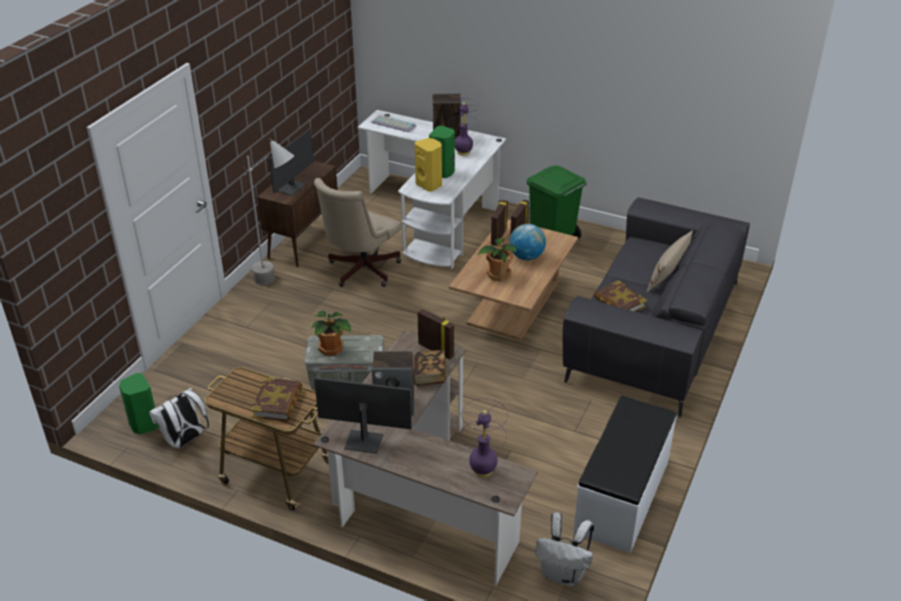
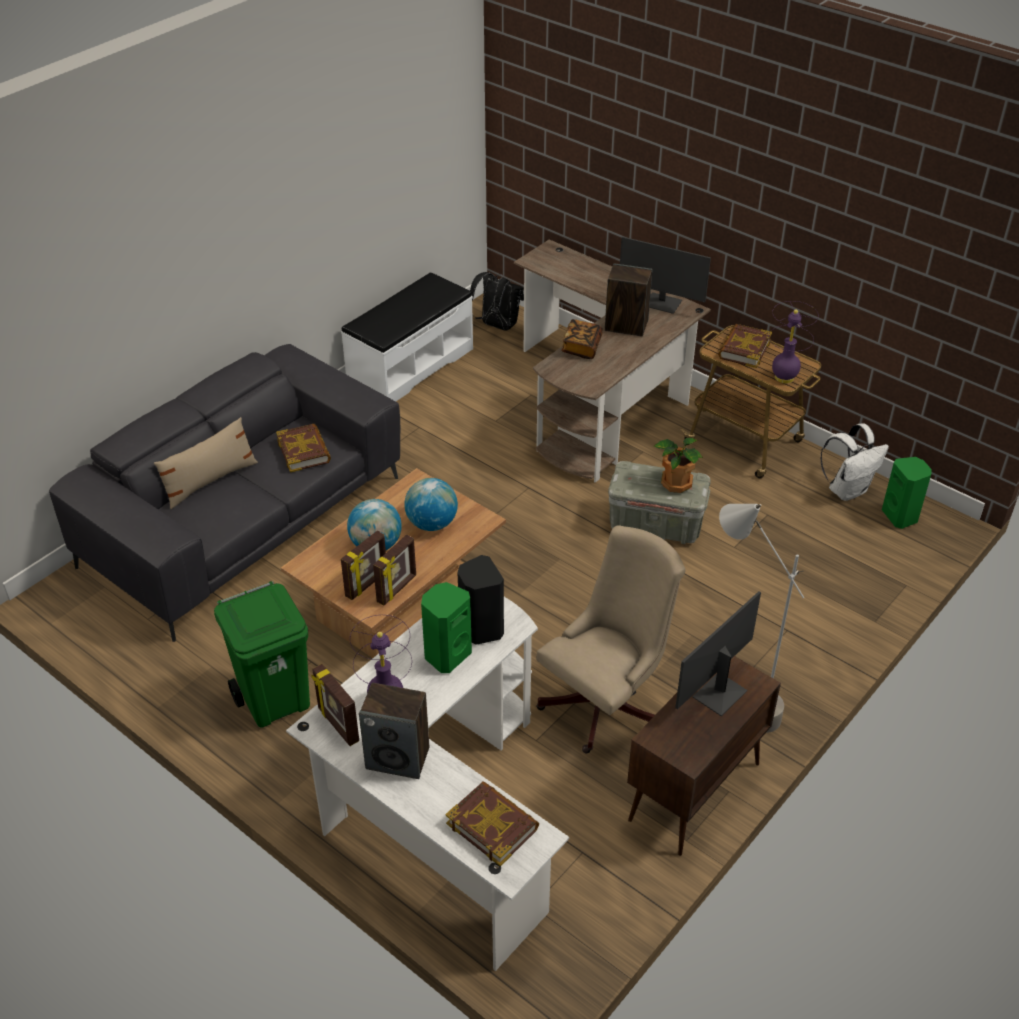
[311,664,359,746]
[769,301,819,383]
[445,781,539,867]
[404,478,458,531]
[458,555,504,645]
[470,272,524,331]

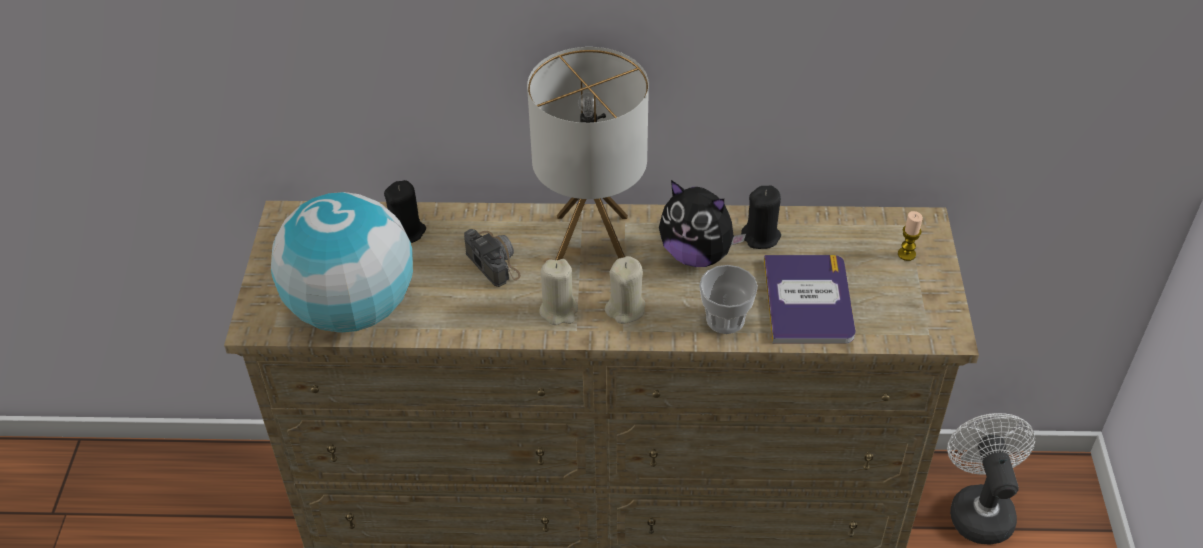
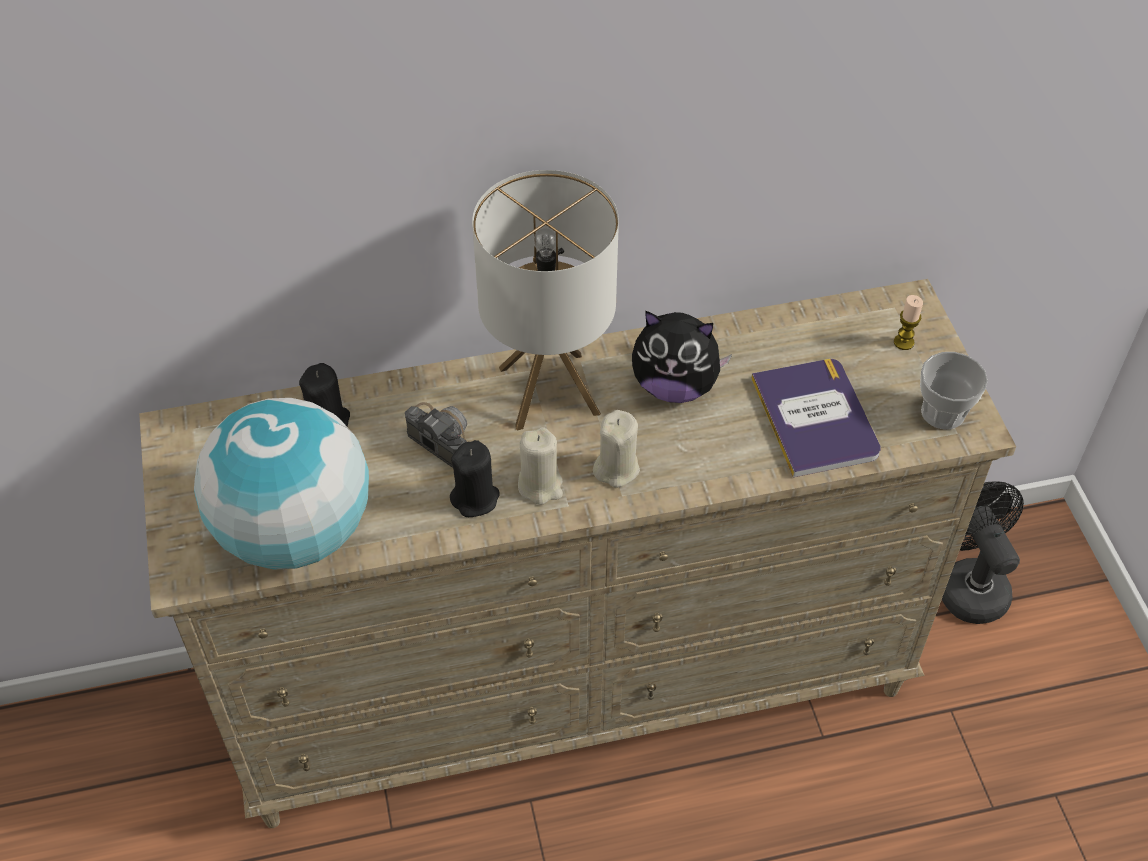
[920,352,988,429]
[450,440,500,517]
[942,481,1024,624]

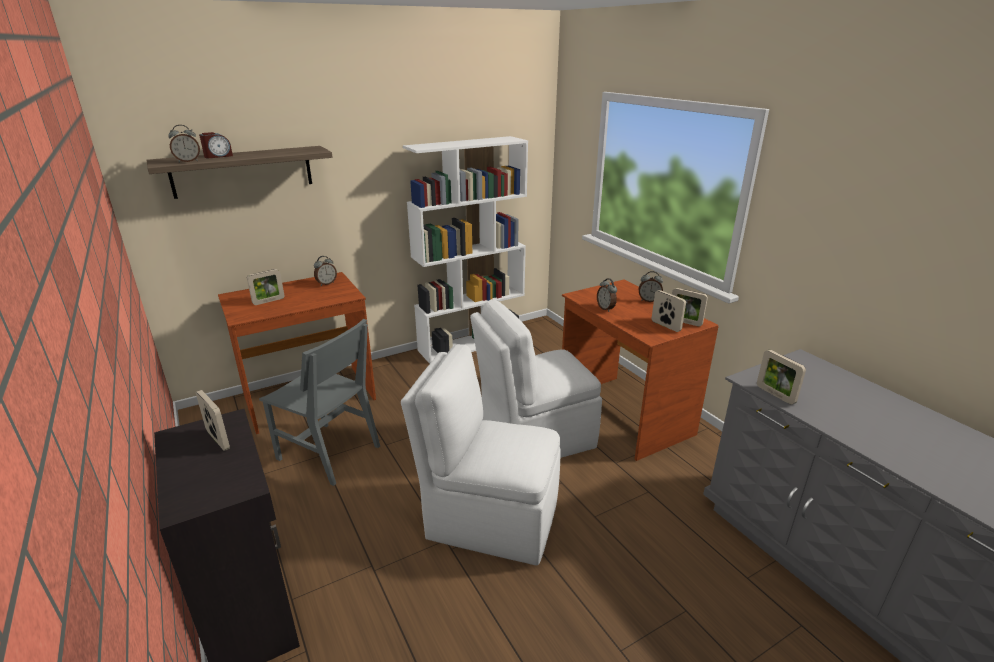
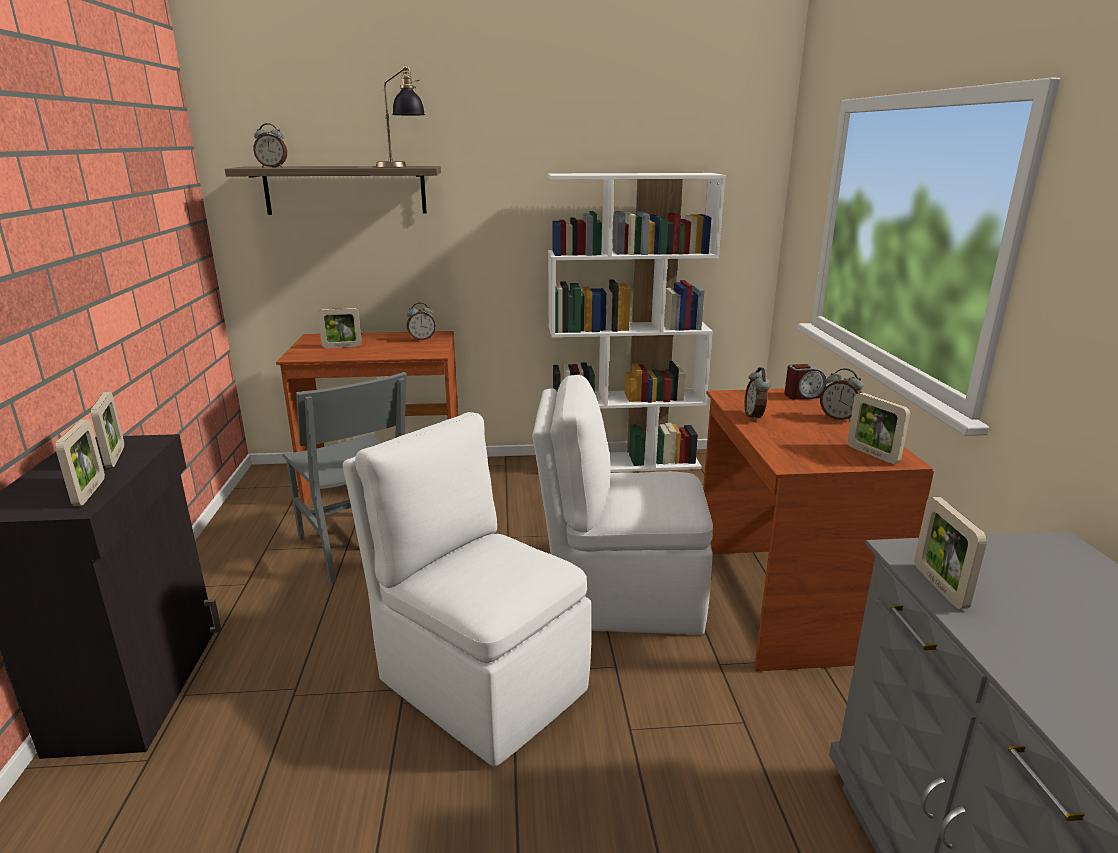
[376,65,425,167]
[784,364,826,400]
[55,419,105,506]

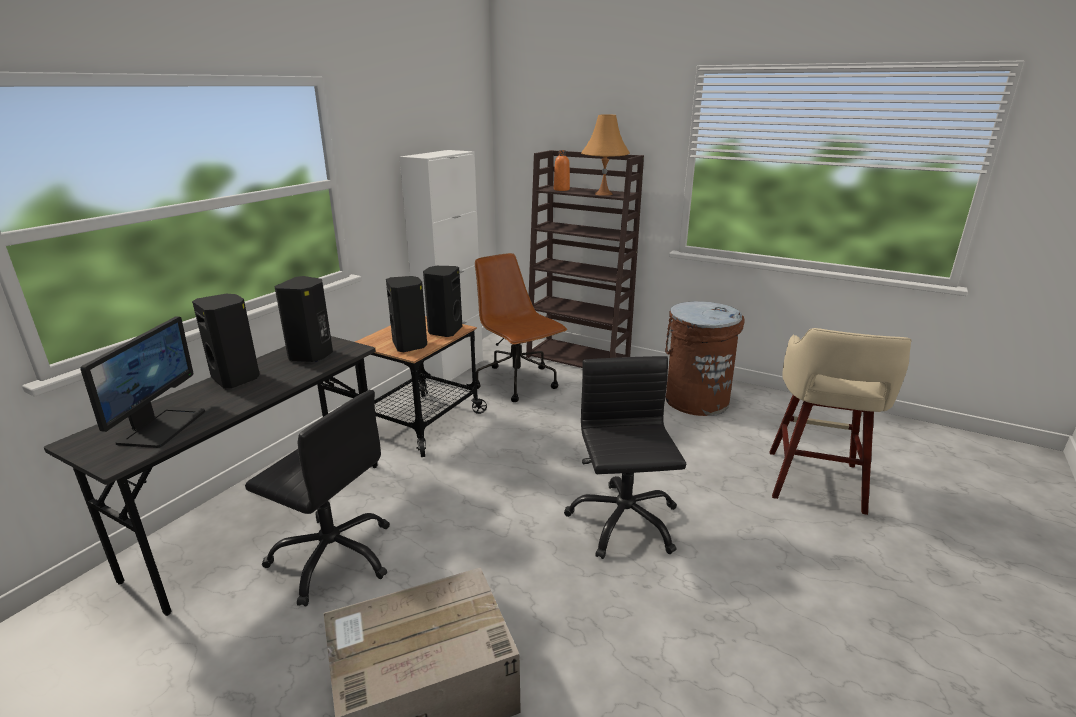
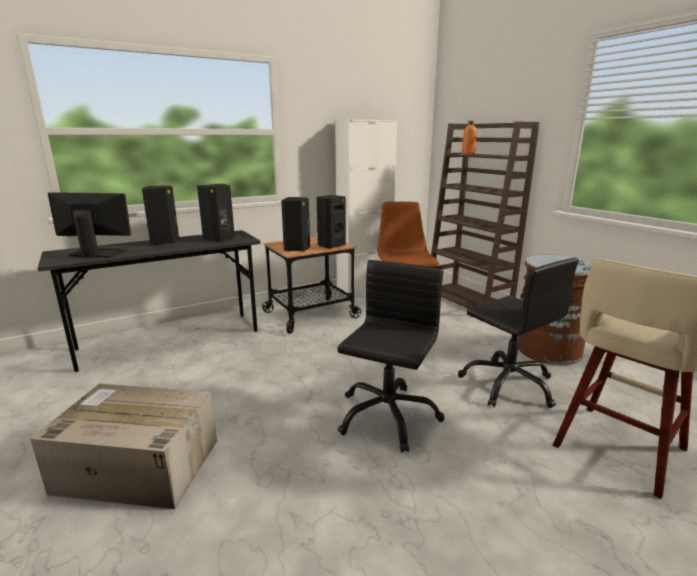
[581,114,630,196] (first image)
[458,258,579,408]
[48,192,131,258]

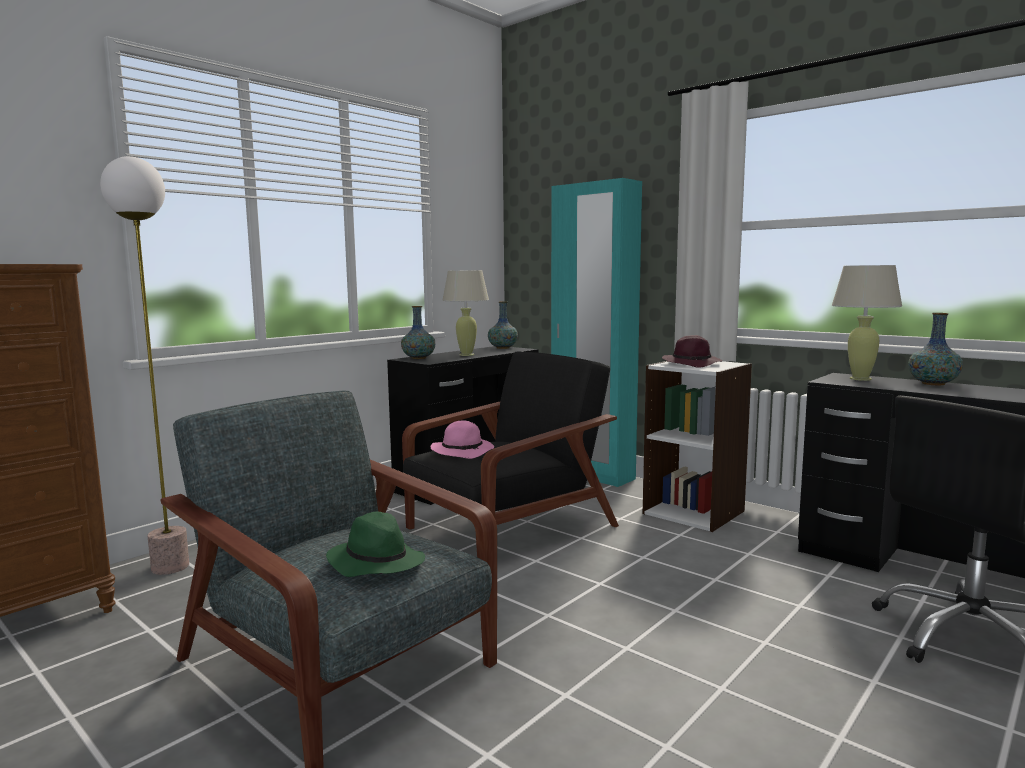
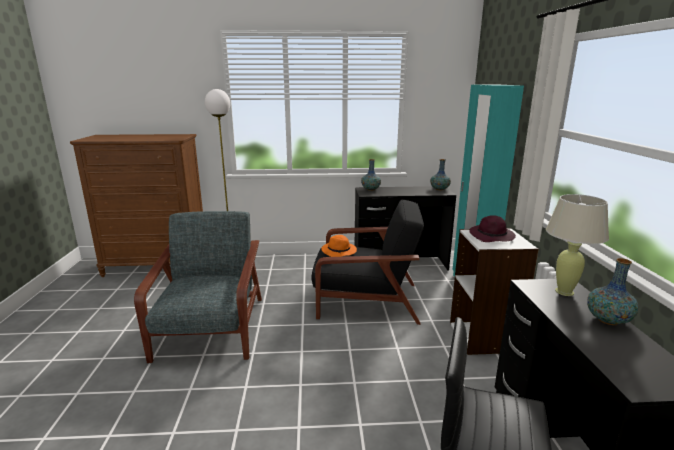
[326,511,425,577] (first image)
[442,270,489,356] (first image)
[321,235,357,257]

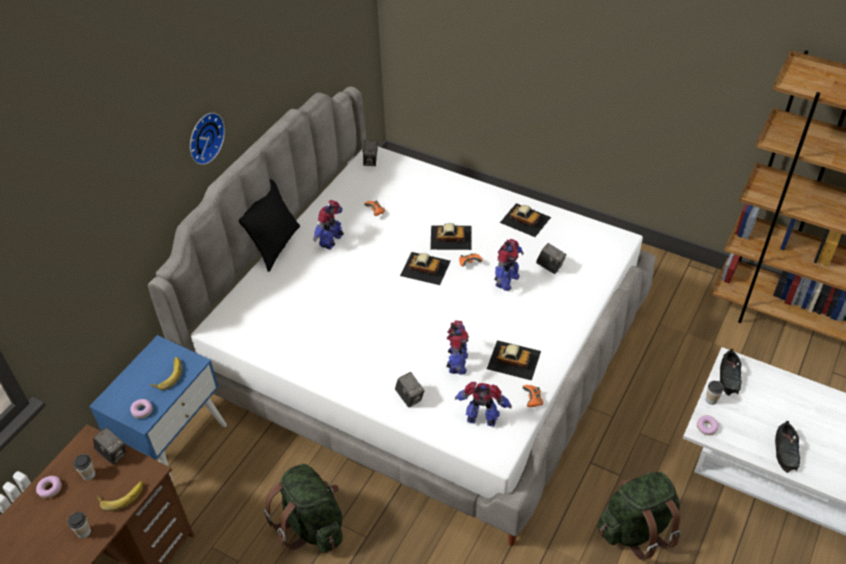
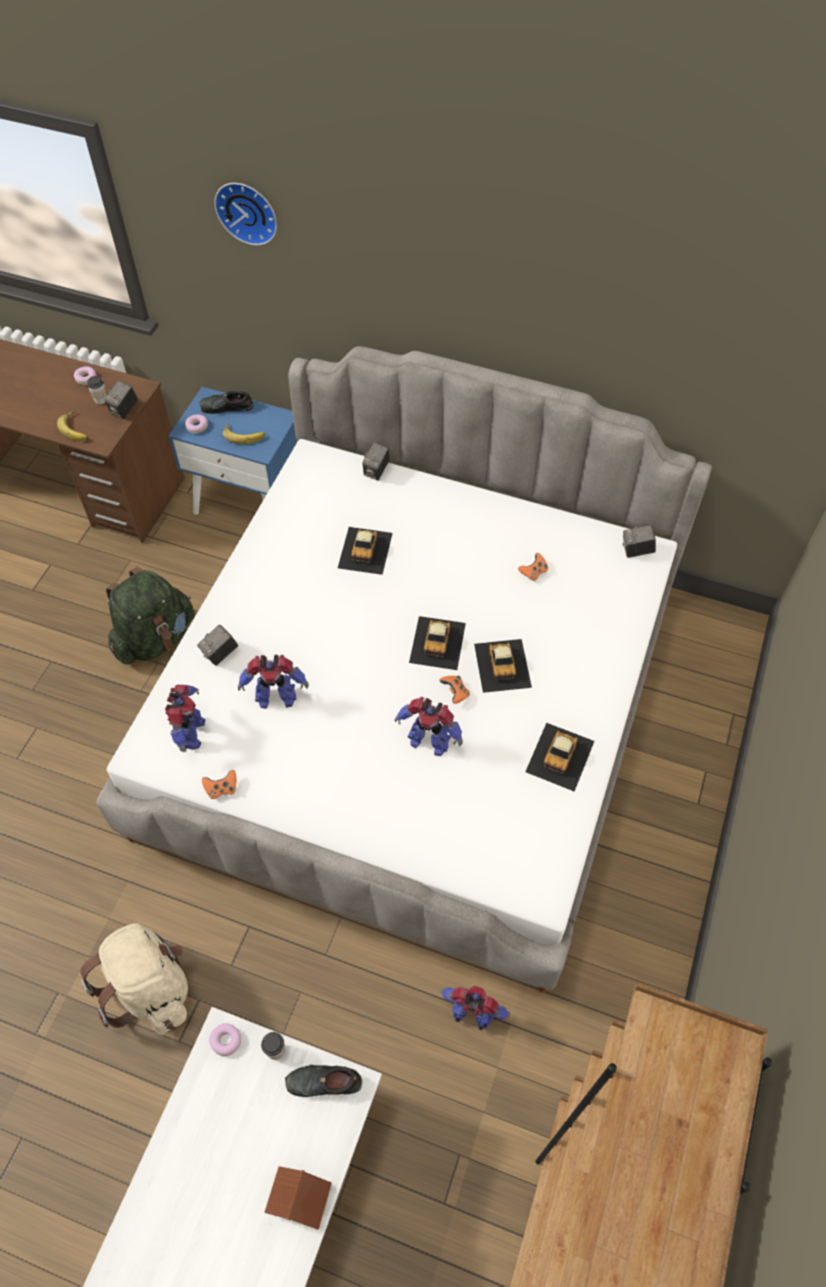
[67,512,91,539] (first image)
[239,179,300,272] (first image)
[264,1166,332,1230]
[214,183,277,245]
[441,986,510,1031]
[338,527,393,575]
[363,442,390,480]
[200,391,254,414]
[80,923,188,1035]

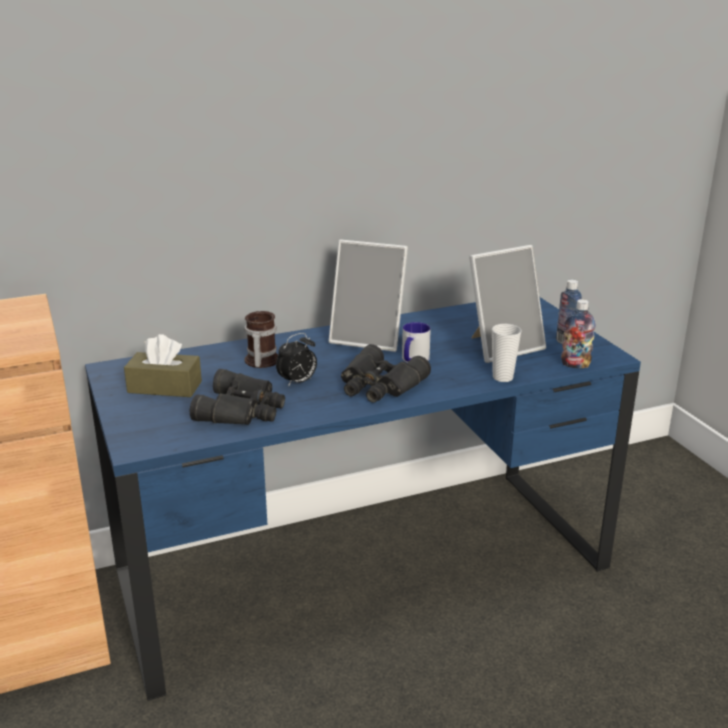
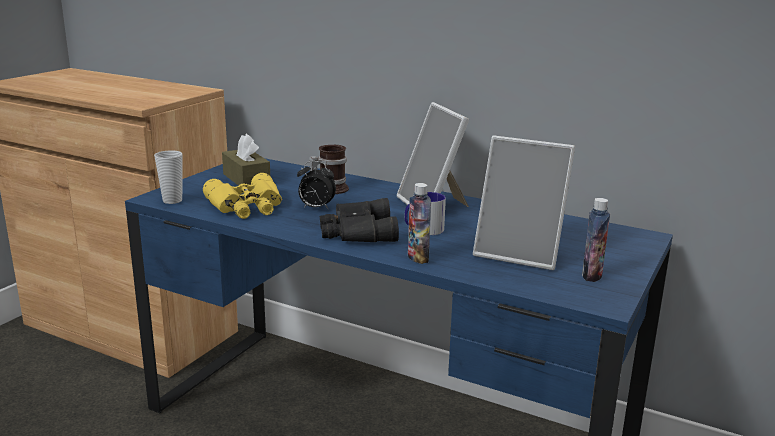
[154,150,183,204]
[408,183,431,264]
[203,173,282,219]

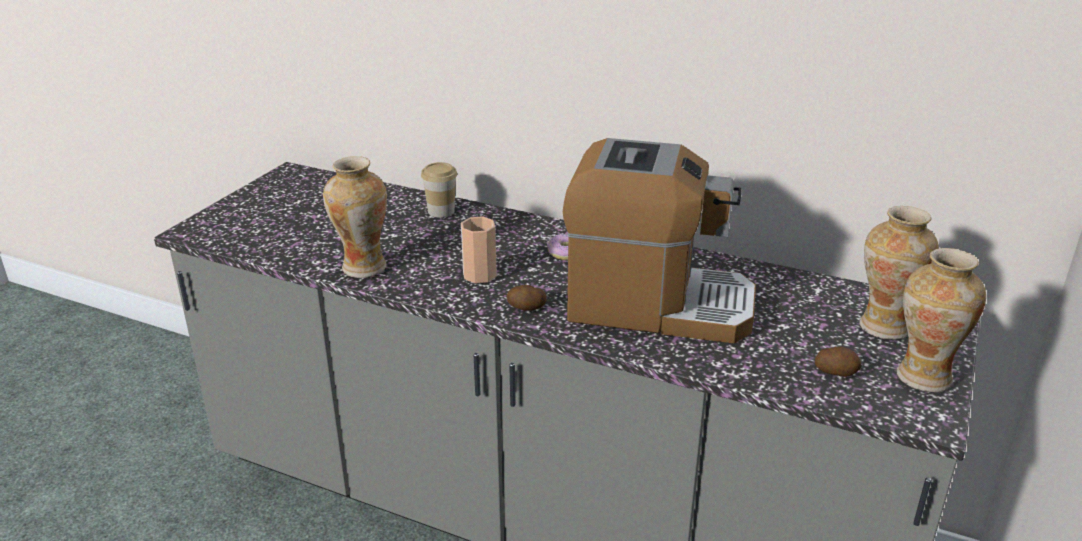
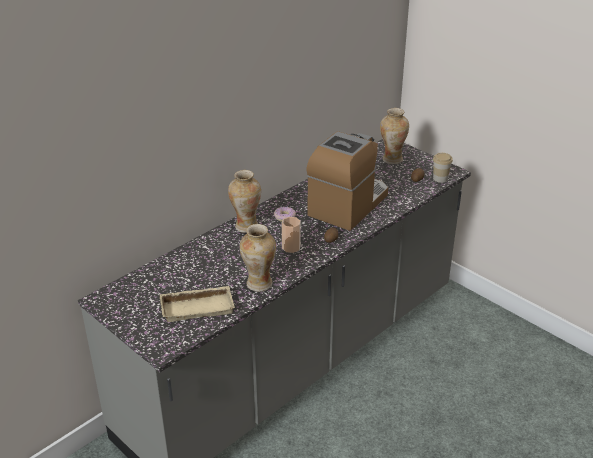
[159,286,235,322]
[433,153,453,183]
[228,170,261,233]

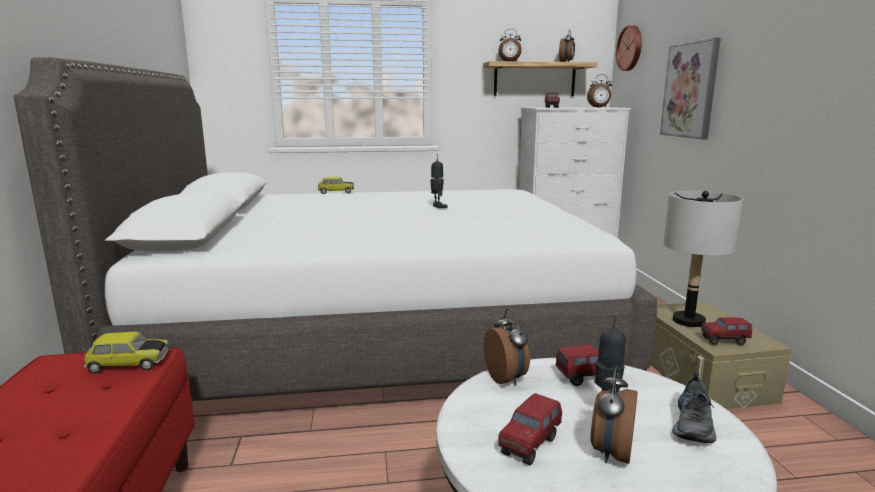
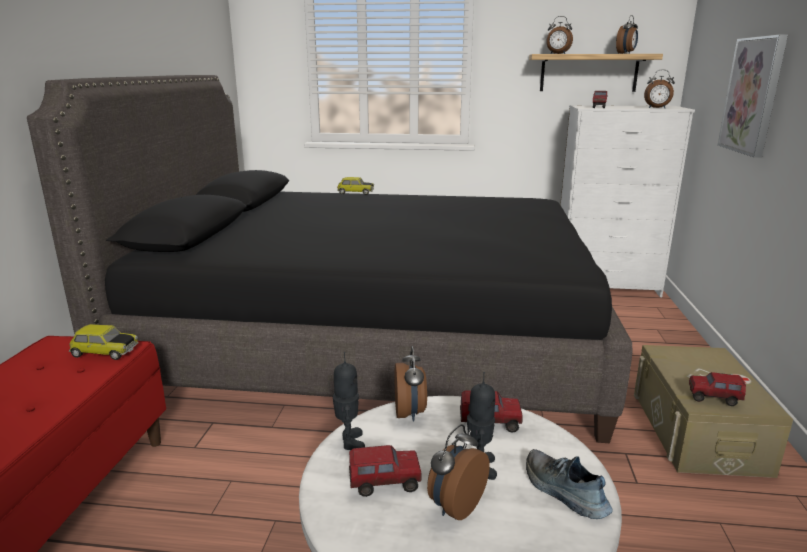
[616,25,642,71] (first image)
[663,191,743,327] (first image)
[333,352,365,450]
[27,75,632,443]
[349,445,422,497]
[526,449,613,519]

